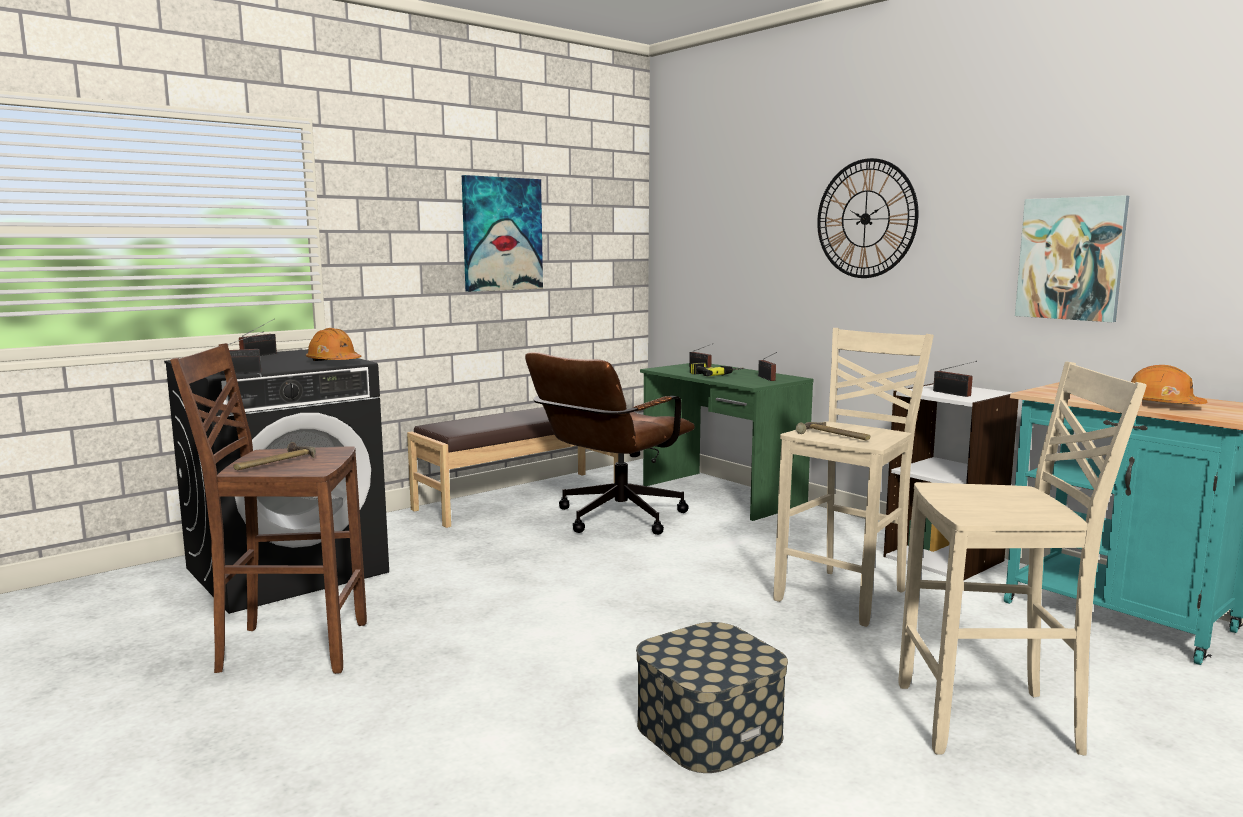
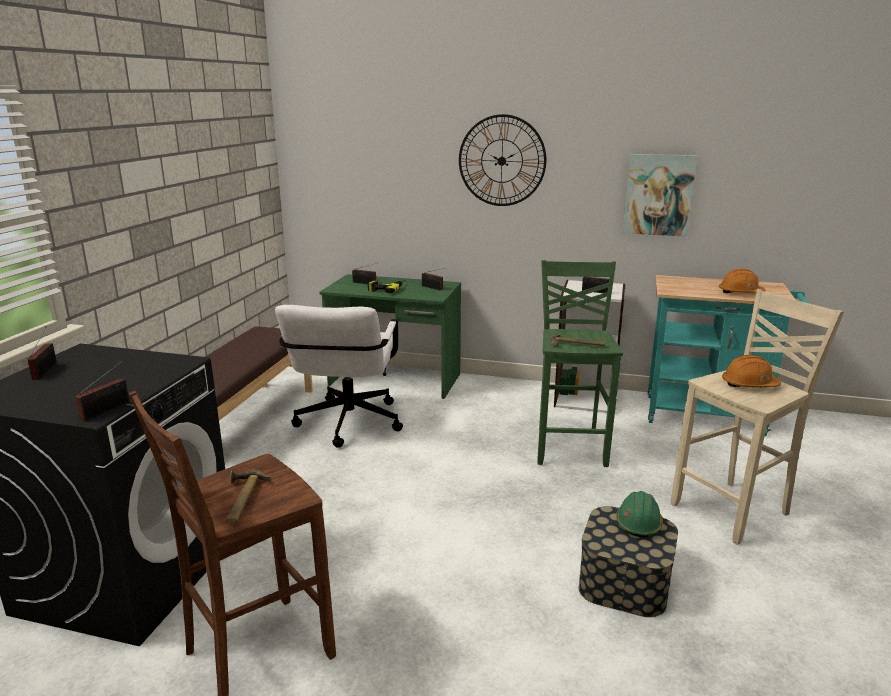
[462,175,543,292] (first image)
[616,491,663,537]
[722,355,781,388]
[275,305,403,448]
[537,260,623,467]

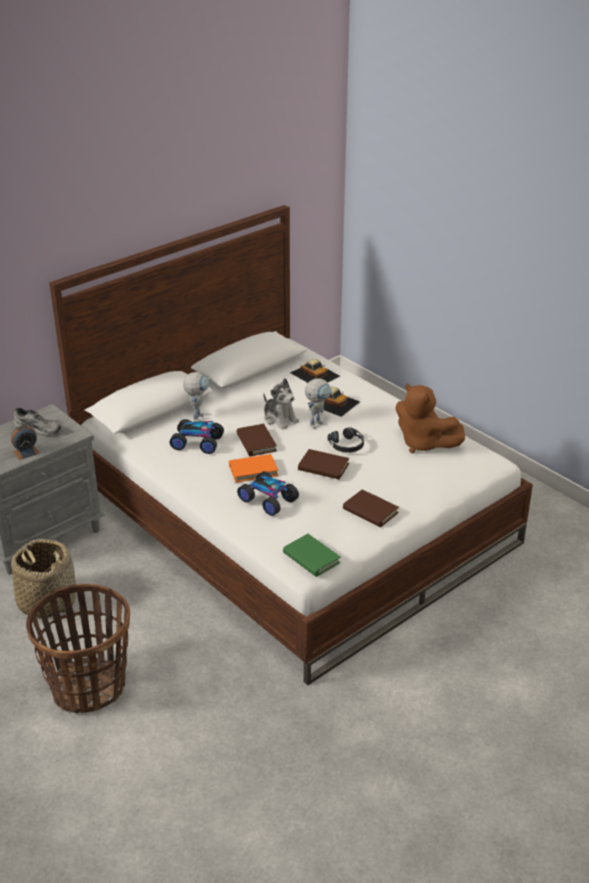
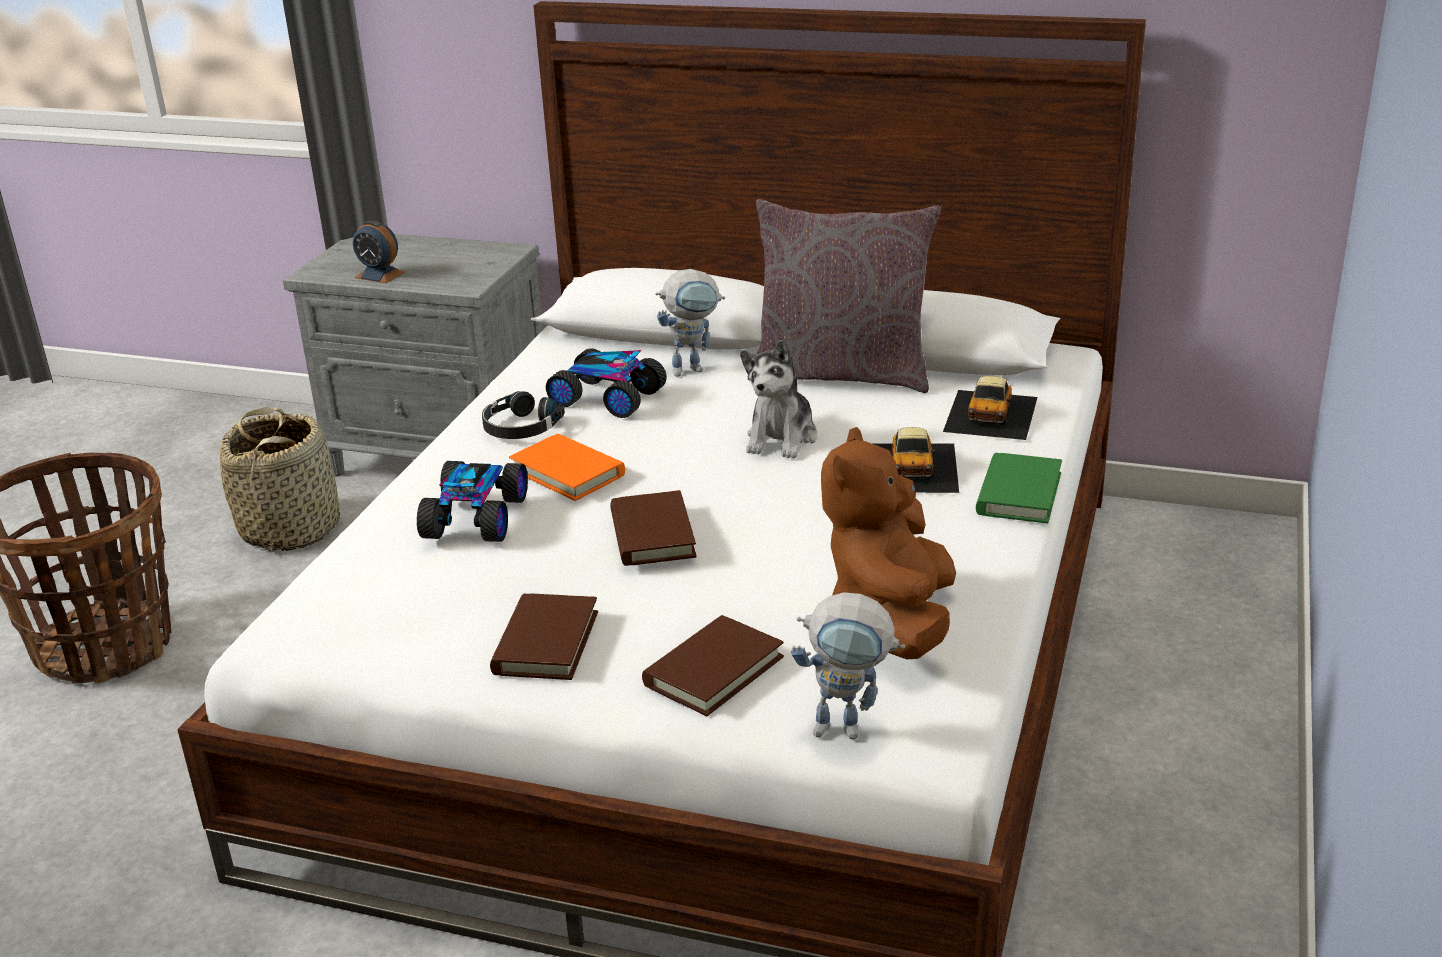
[14,408,61,436] (first image)
[748,199,941,393]
[642,615,784,716]
[976,453,1062,523]
[791,592,905,739]
[482,391,565,439]
[546,348,667,418]

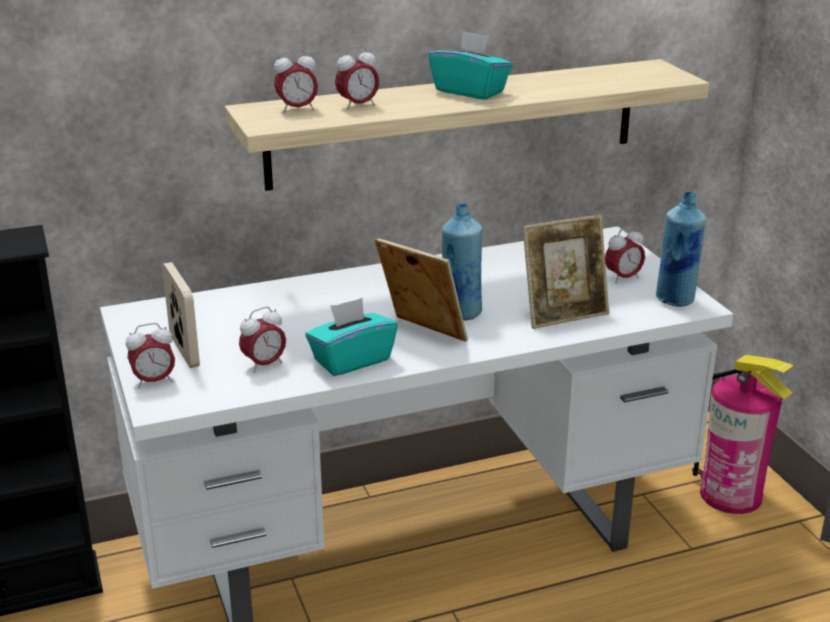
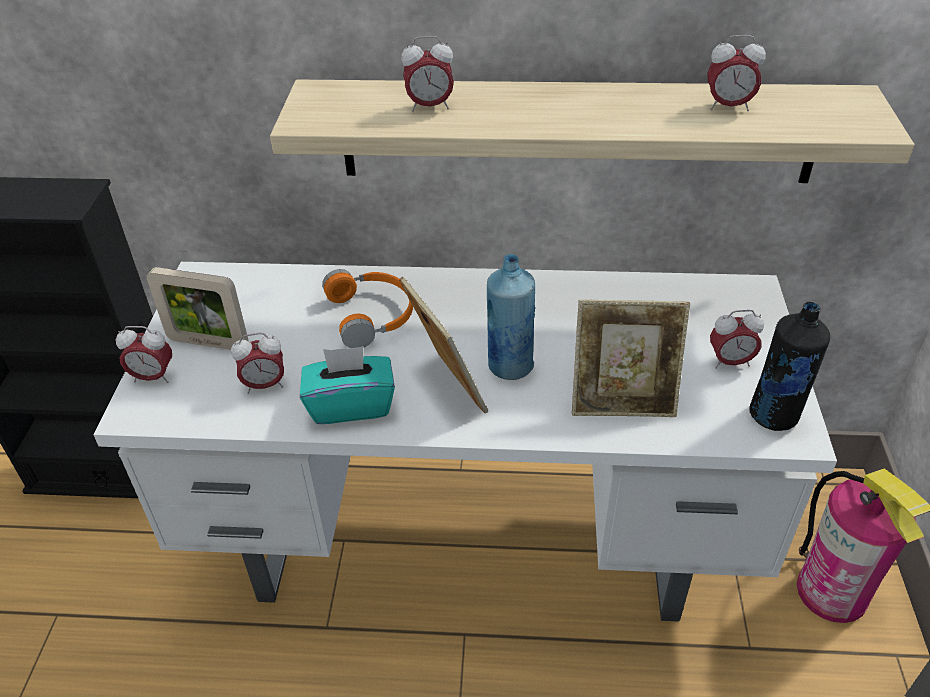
[428,31,513,100] (first image)
[322,269,413,348]
[708,35,766,111]
[749,301,830,431]
[147,267,249,350]

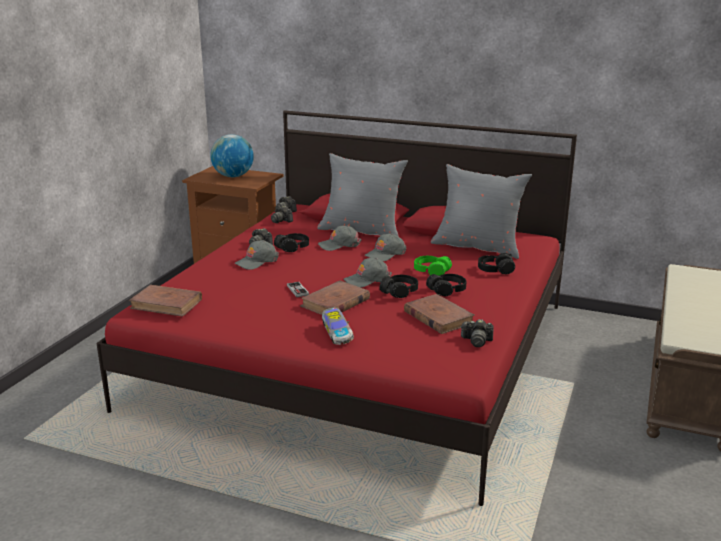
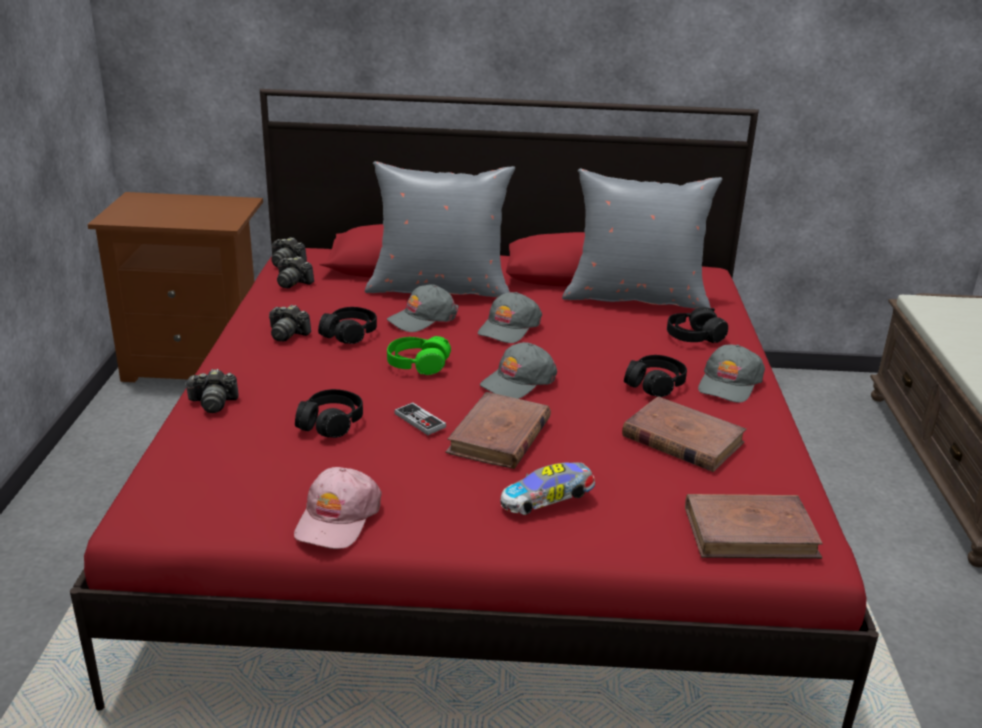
[210,134,254,177] (first image)
[294,467,382,549]
[685,494,823,559]
[698,345,765,403]
[295,389,363,438]
[387,336,451,375]
[186,369,239,413]
[500,462,595,515]

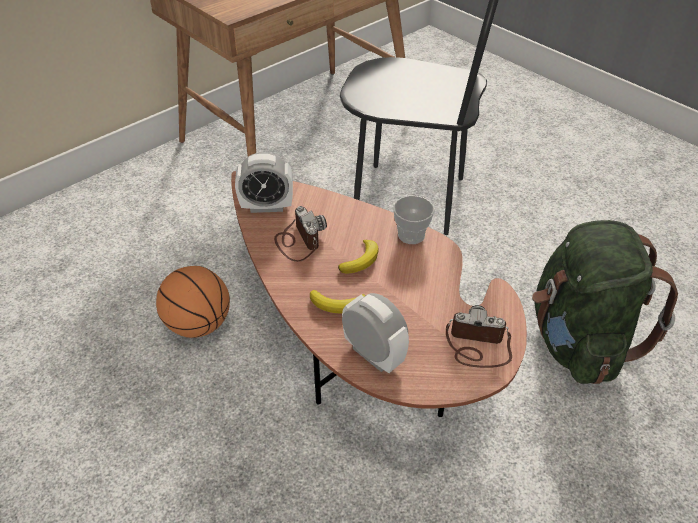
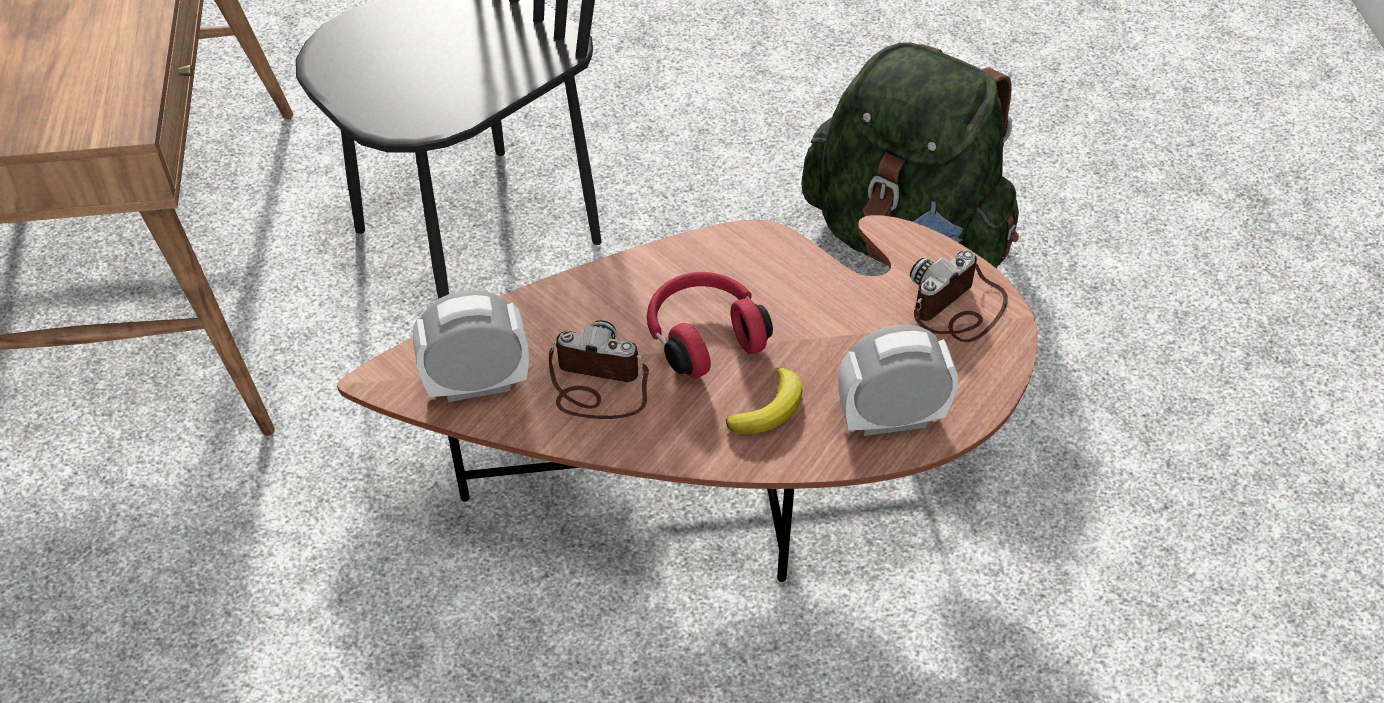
[156,266,230,338] (first image)
[393,196,434,244] (first image)
[647,272,773,378]
[413,290,529,402]

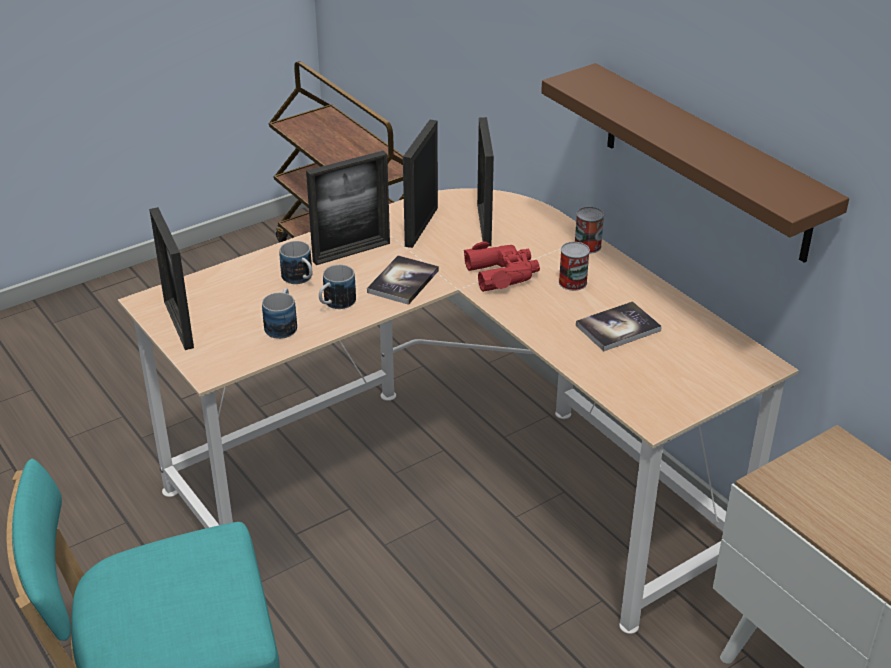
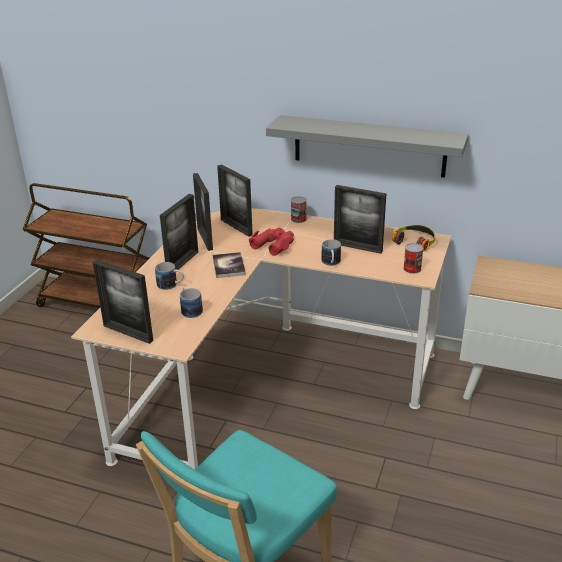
[392,225,435,251]
[321,239,341,266]
[403,243,423,274]
[334,185,386,254]
[266,115,469,178]

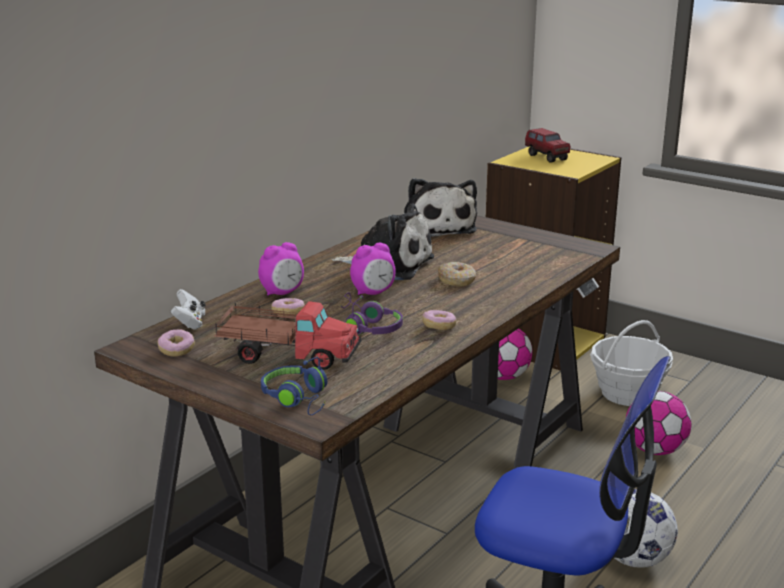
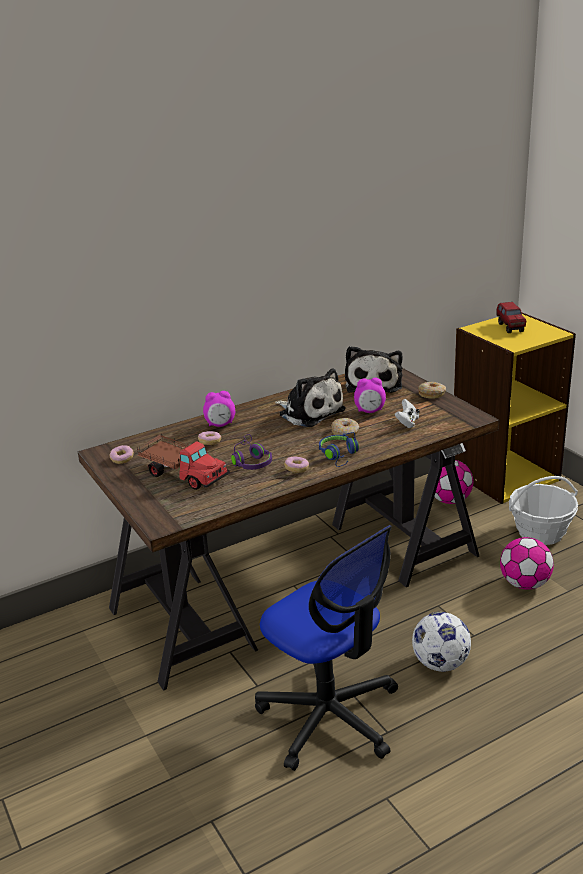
[418,382,446,399]
[395,399,420,428]
[319,432,359,467]
[354,378,386,413]

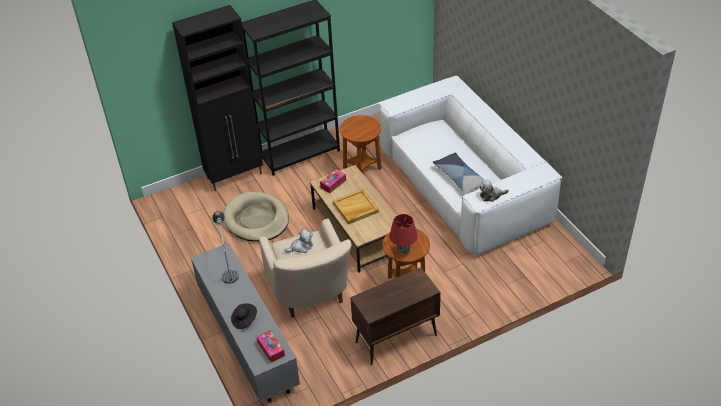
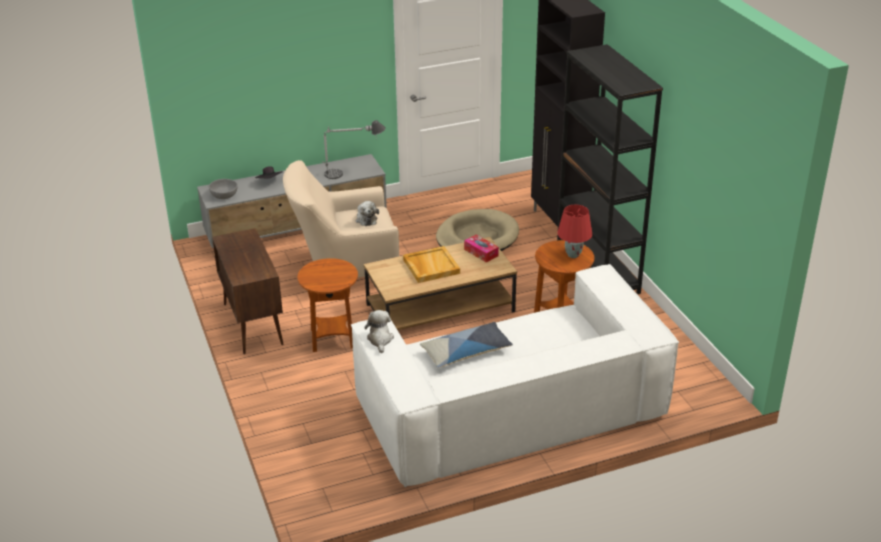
[557,205,592,258]
[209,179,238,199]

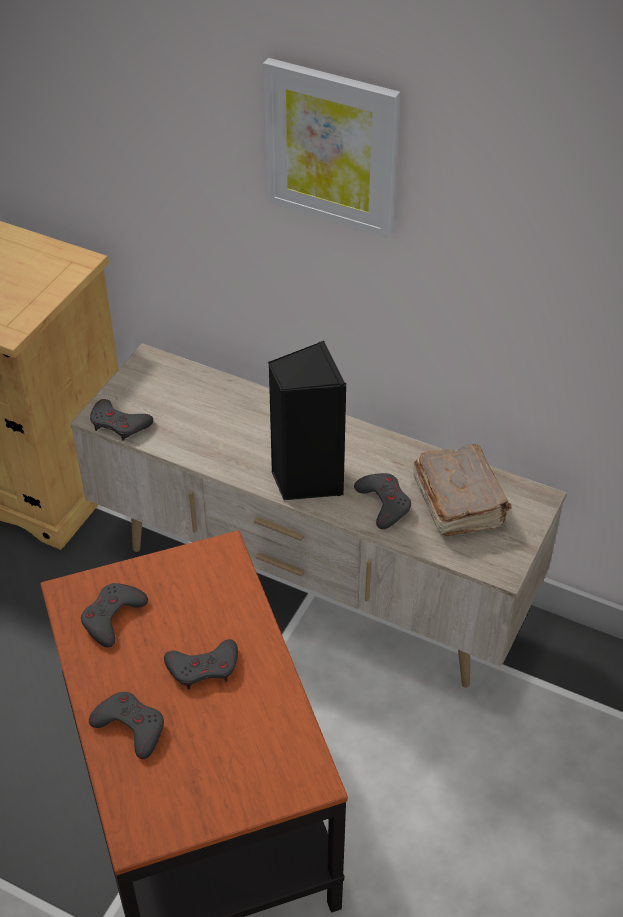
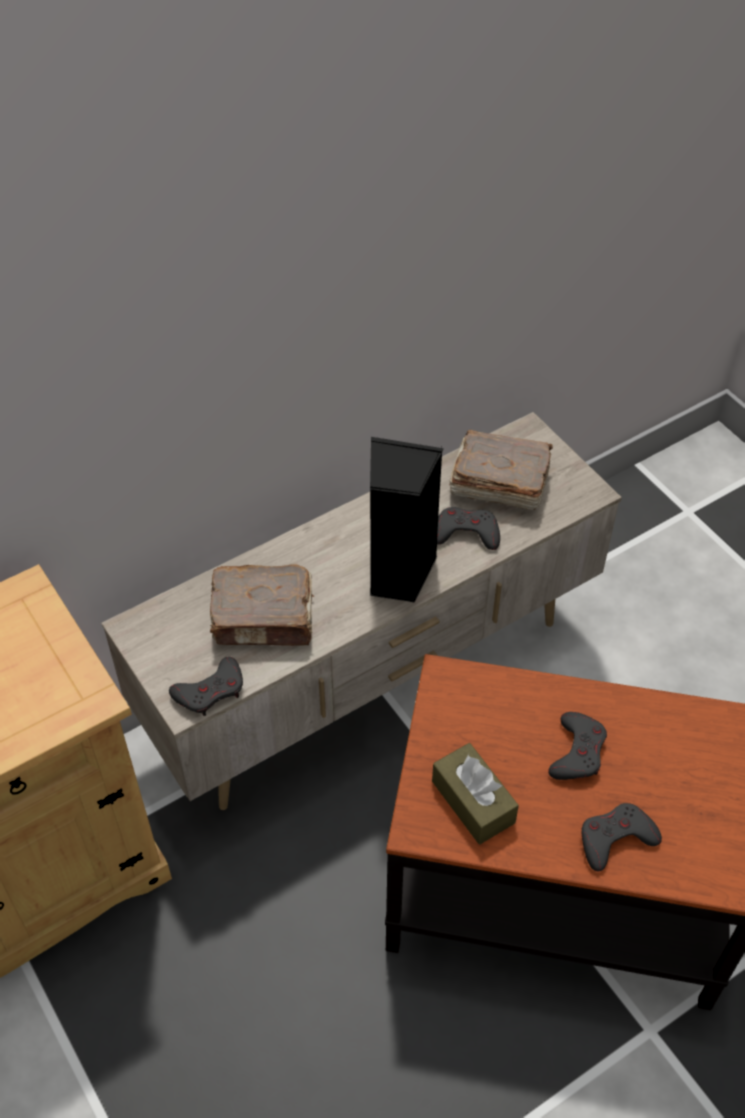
[263,58,400,238] (first image)
[210,564,315,646]
[432,743,519,844]

